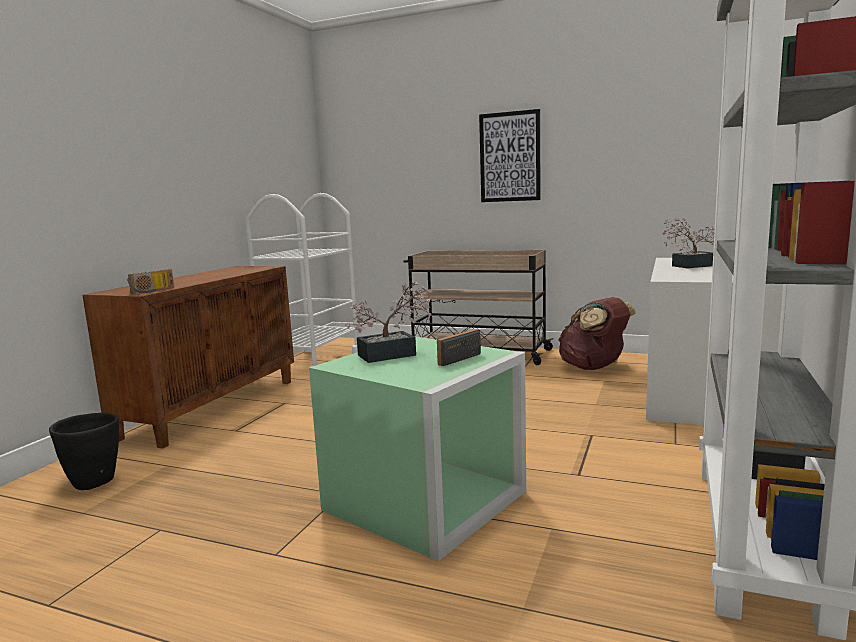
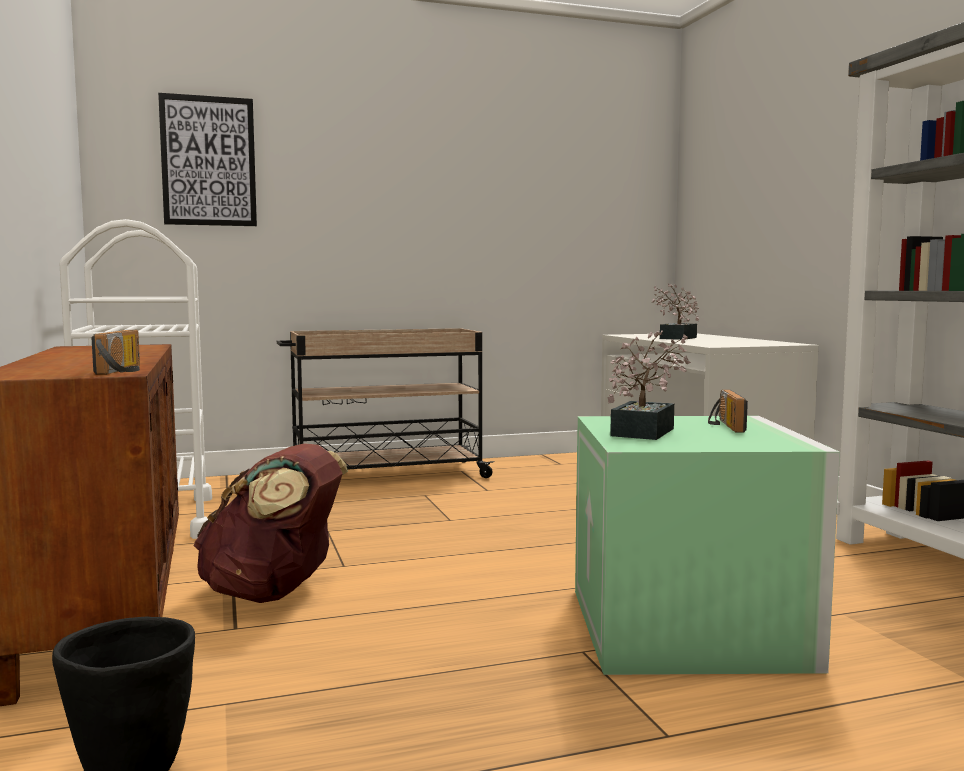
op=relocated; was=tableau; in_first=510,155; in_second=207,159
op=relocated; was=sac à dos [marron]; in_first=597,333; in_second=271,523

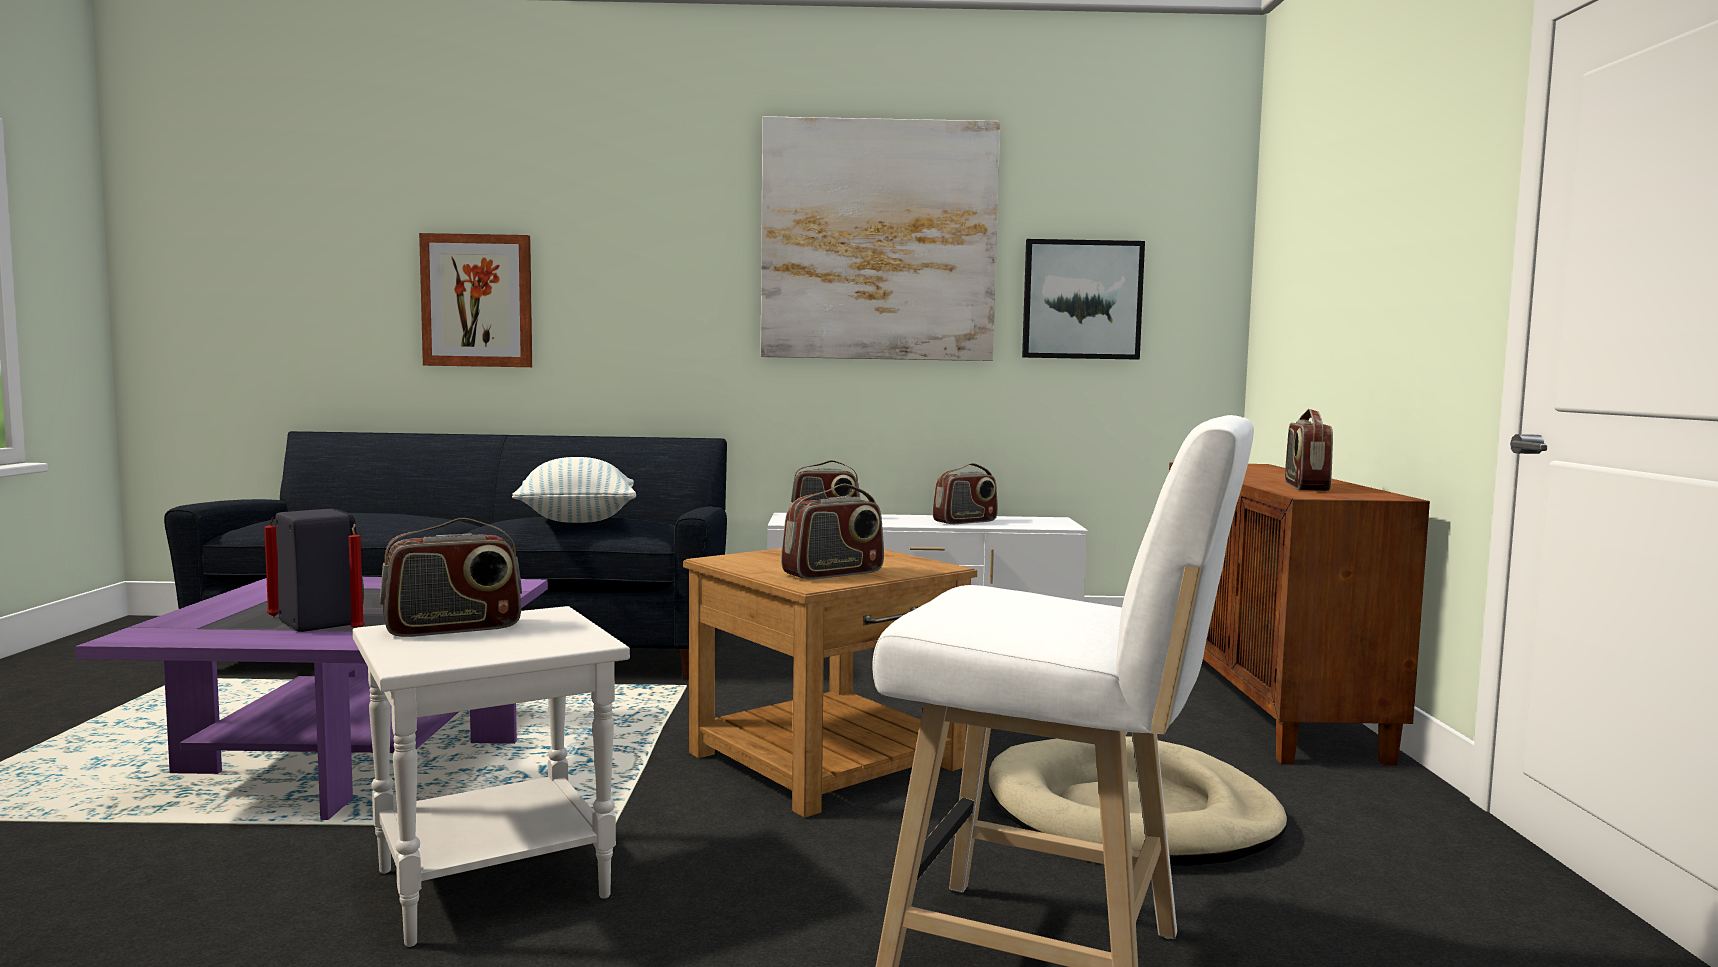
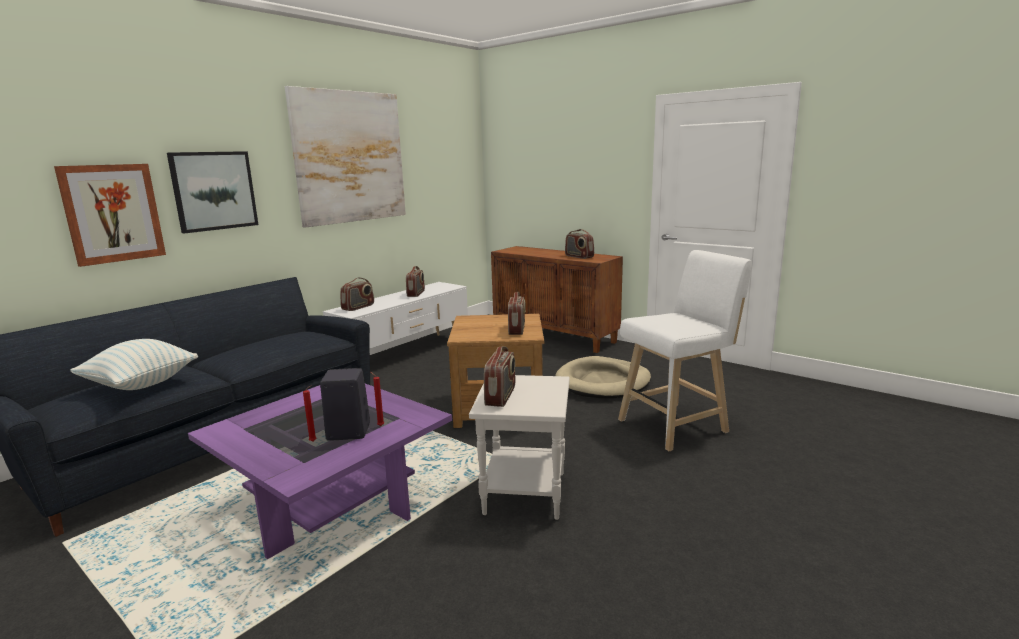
op=relocated; was=tableau; in_first=1083,299; in_second=212,192
op=relocated; was=coussin; in_first=574,490; in_second=134,364

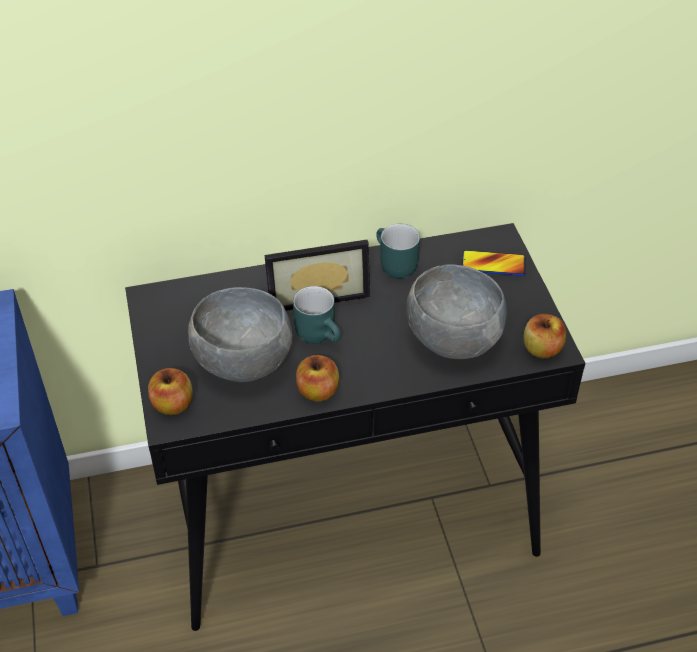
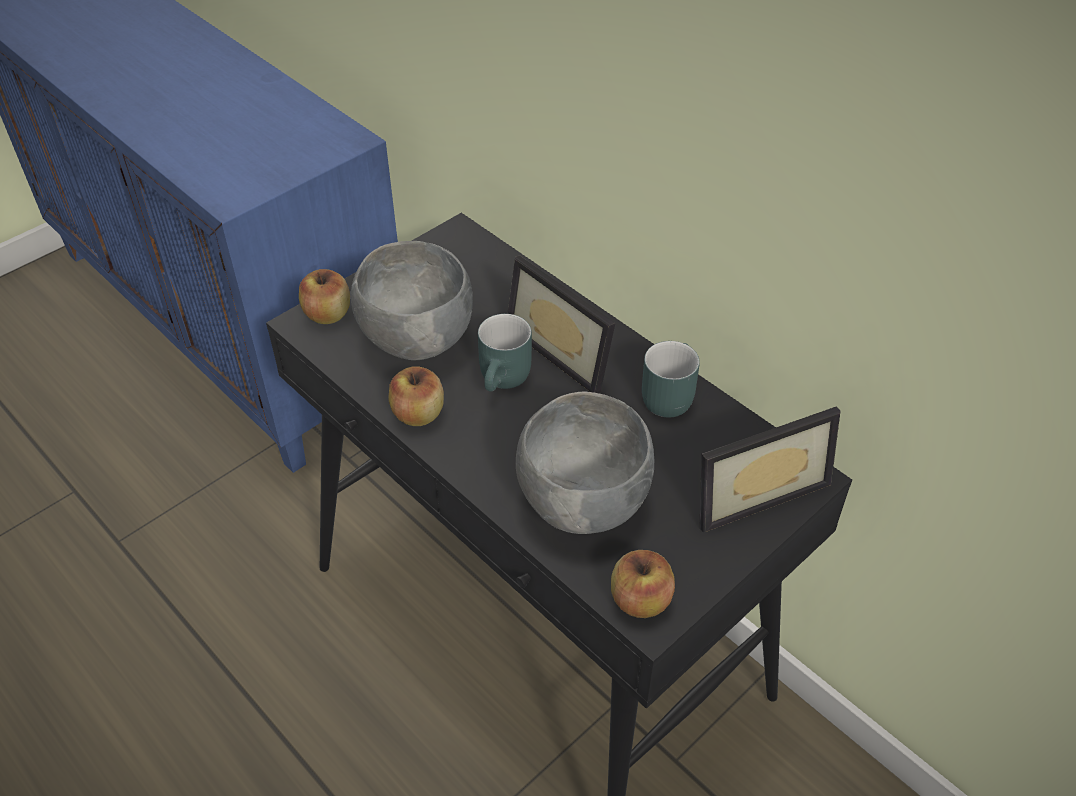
op=exchanged; was=téléphone; now=cadre photo; in_first=494,263; in_second=769,470

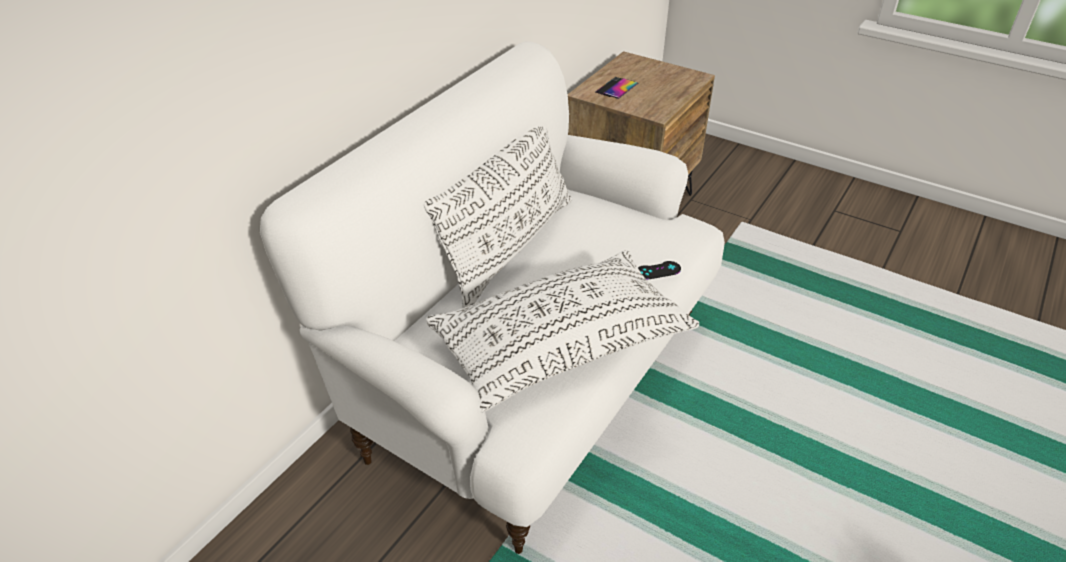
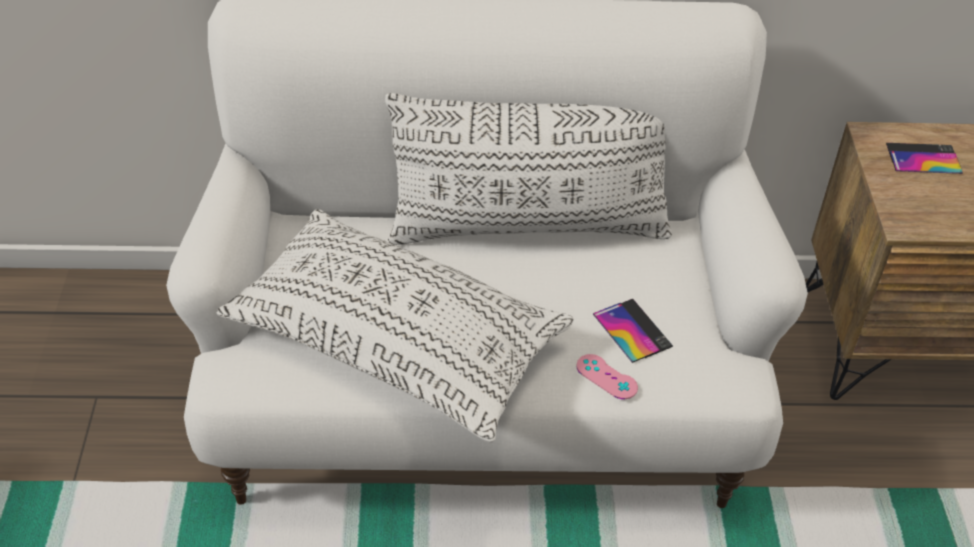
op=colour; was=manette [noir]; now=manette [rose]; in_first=659,270; in_second=607,376
op=appeared; now=téléphone; in_second=633,331

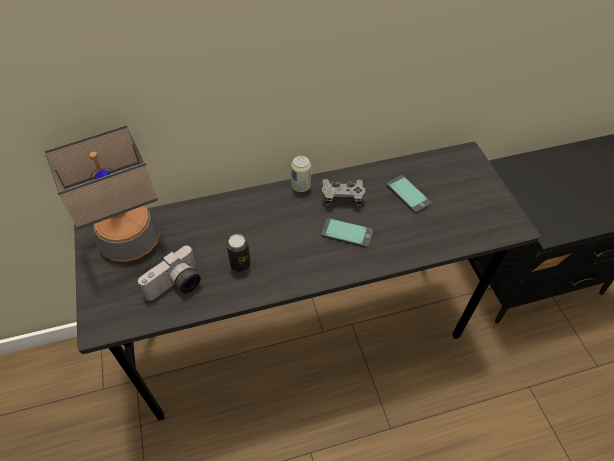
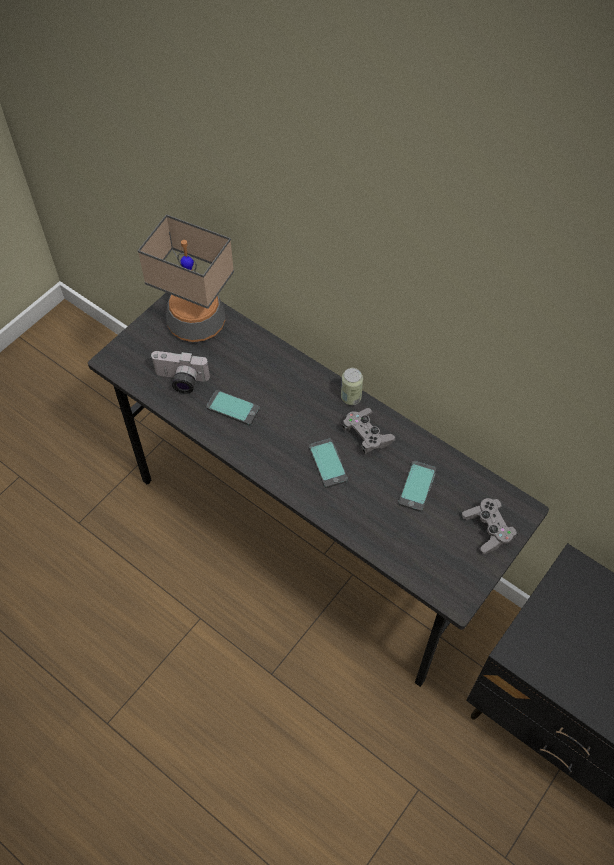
op=exchanged; was=boîte métallique; now=téléphone; in_first=238,253; in_second=233,407
op=appeared; now=manette [gris]; in_second=490,526

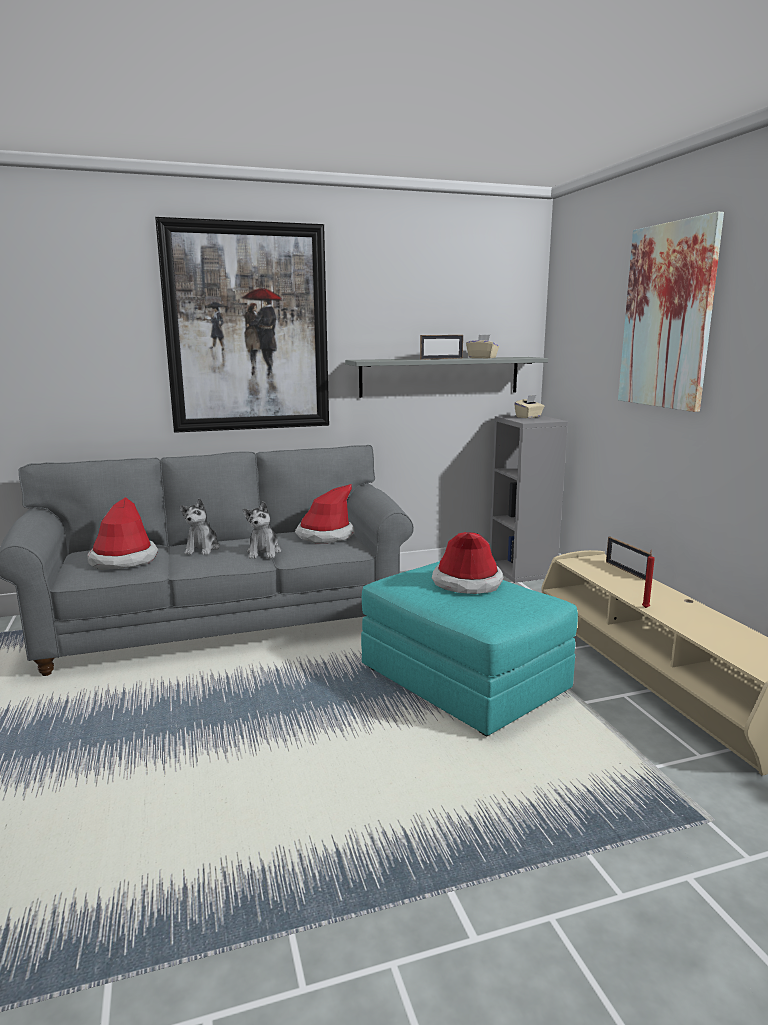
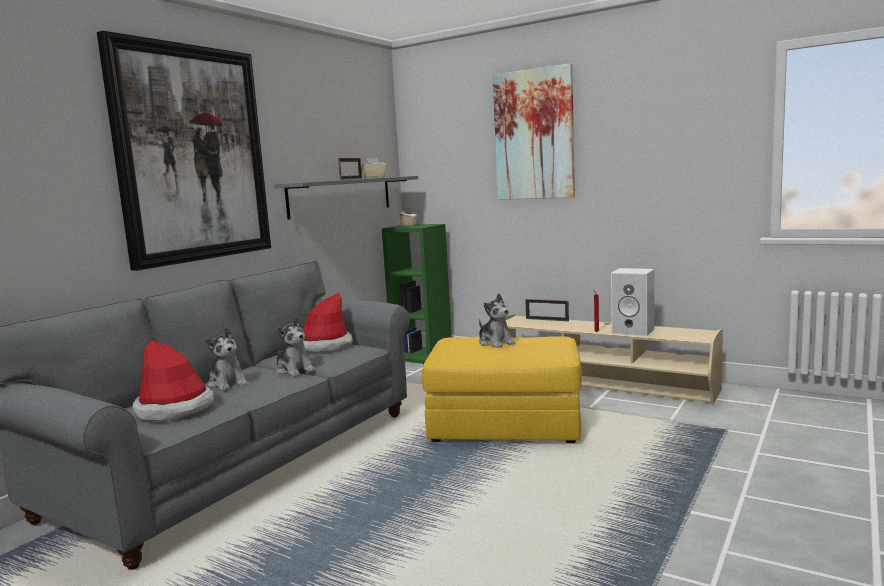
op=colour; was=bibliothèque [gris]; now=bibliothèque [vert]; in_first=529,499; in_second=417,294
op=exchanged; was=chapeau; now=peluche; in_first=467,563; in_second=497,321
op=colour; was=pouf [turquoise]; now=pouf [jaune]; in_first=469,648; in_second=502,389
op=appeared; now=enceinte [blanc]; in_second=633,302

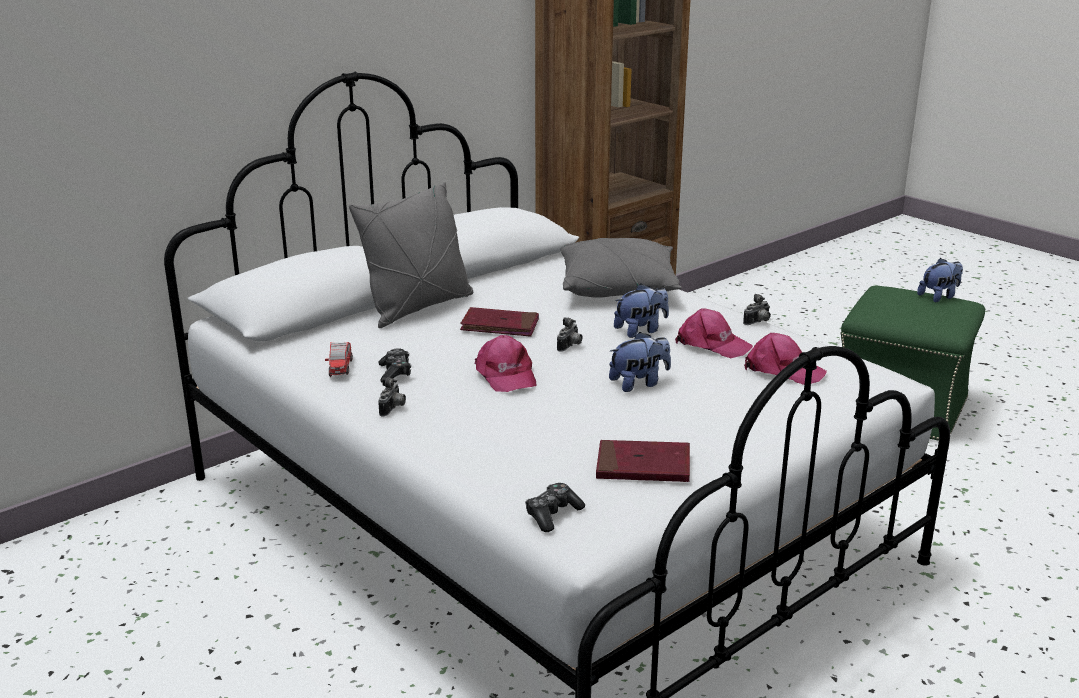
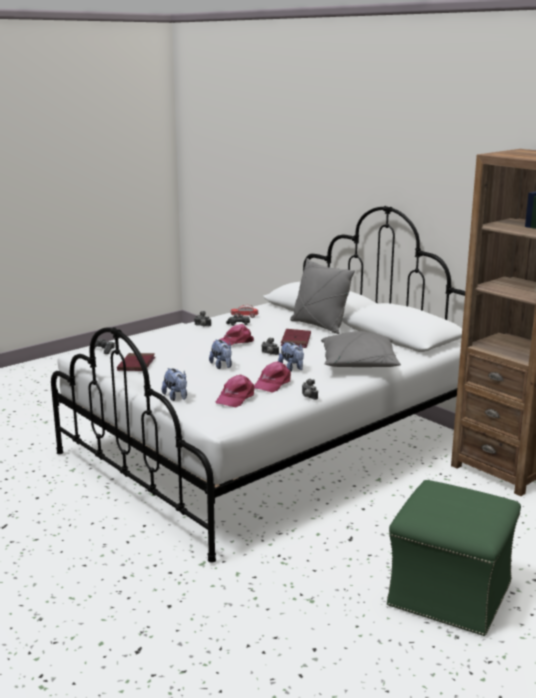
op=relocated; was=peluche; in_first=940,280; in_second=174,384

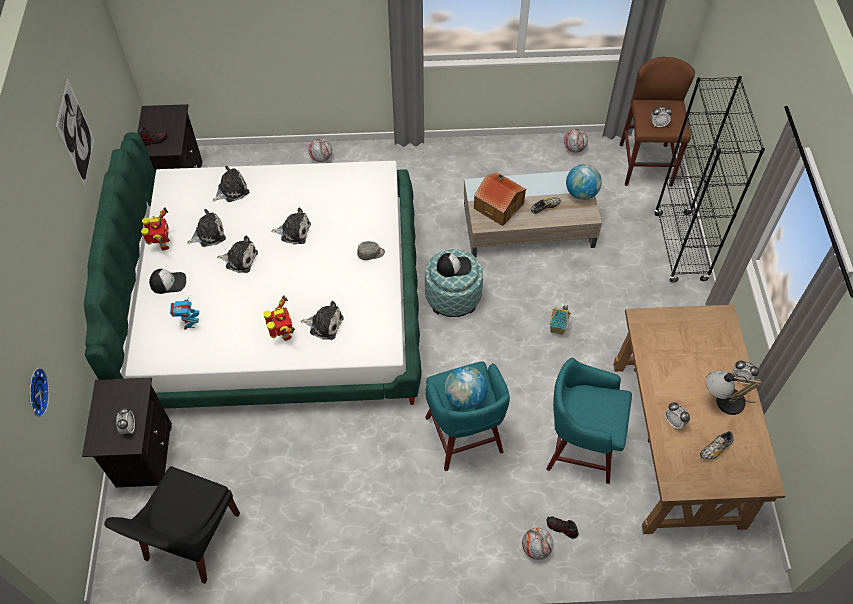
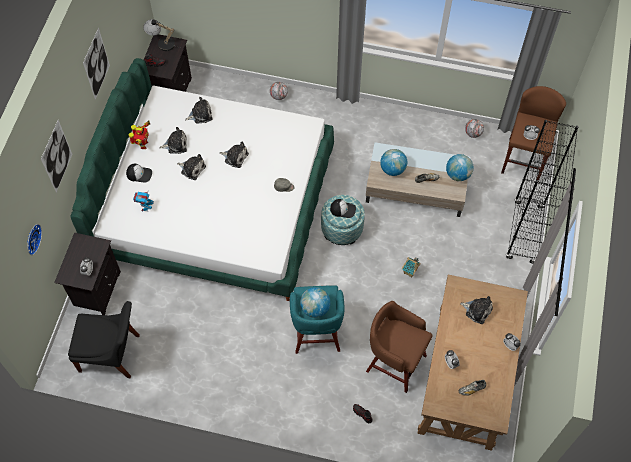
op=exchanged; was=maison miniature; now=globe; in_first=500,199; in_second=393,162
op=missing; was=robot jouet; in_first=279,318
op=relocated; was=peluche; in_first=322,320; in_second=476,310
op=colour; was=tabouret [turquoise]; now=tabouret [marron]; in_first=589,421; in_second=399,347
op=relocated; was=lampe de table; in_first=734,393; in_second=161,35
op=spun; was=chaise [noir]; in_first=172,525; in_second=104,339; clockwise=-120
op=missing; was=ballon de foot; in_first=537,544
op=appeared; now=tableau; in_second=56,156

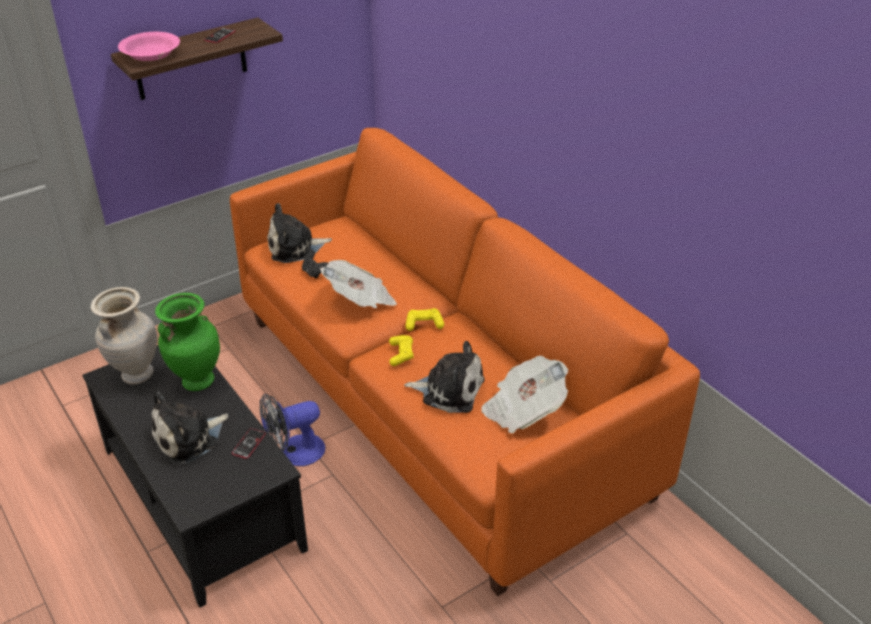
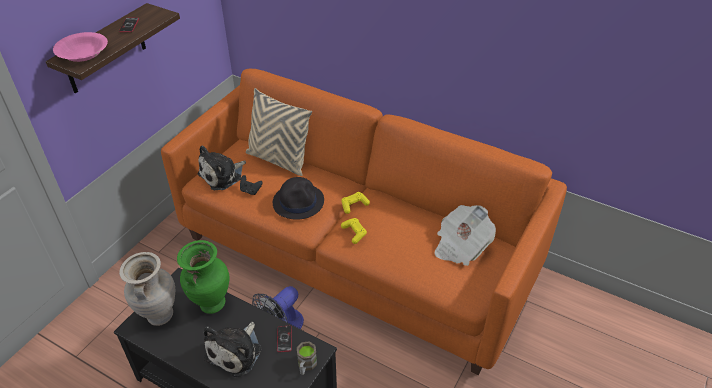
op=exchanged; was=journal; now=chapeau [noir]; in_first=358,284; in_second=298,198
op=missing; was=peluche; in_first=444,377
op=appeared; now=coussin [beige]; in_second=279,132
op=appeared; now=mug [marron]; in_second=307,358

